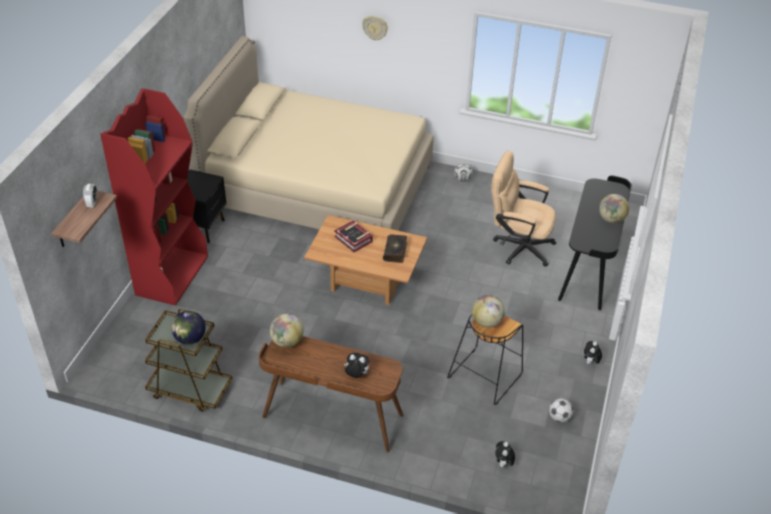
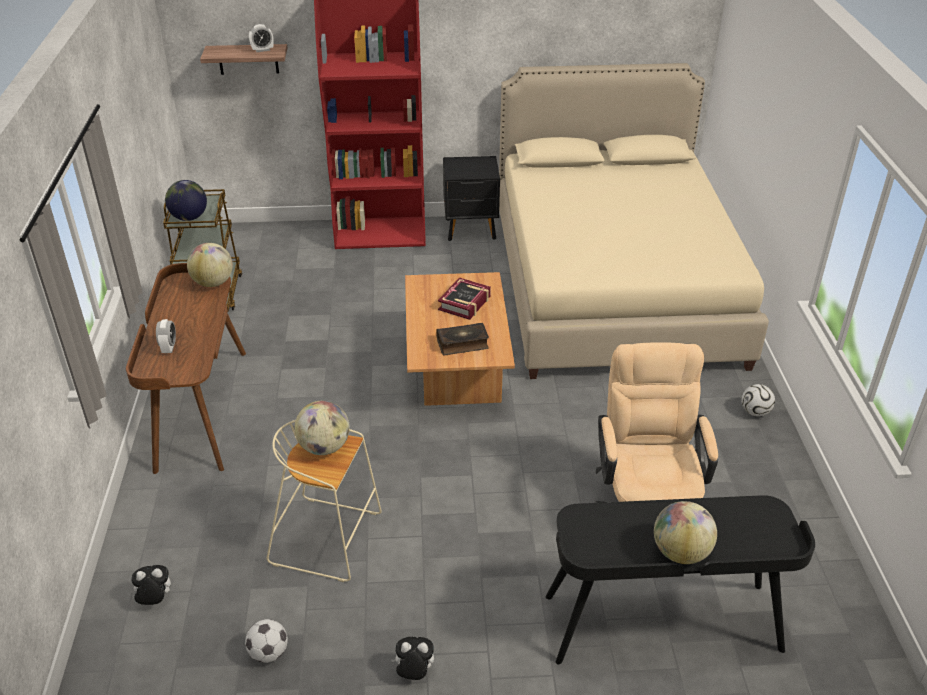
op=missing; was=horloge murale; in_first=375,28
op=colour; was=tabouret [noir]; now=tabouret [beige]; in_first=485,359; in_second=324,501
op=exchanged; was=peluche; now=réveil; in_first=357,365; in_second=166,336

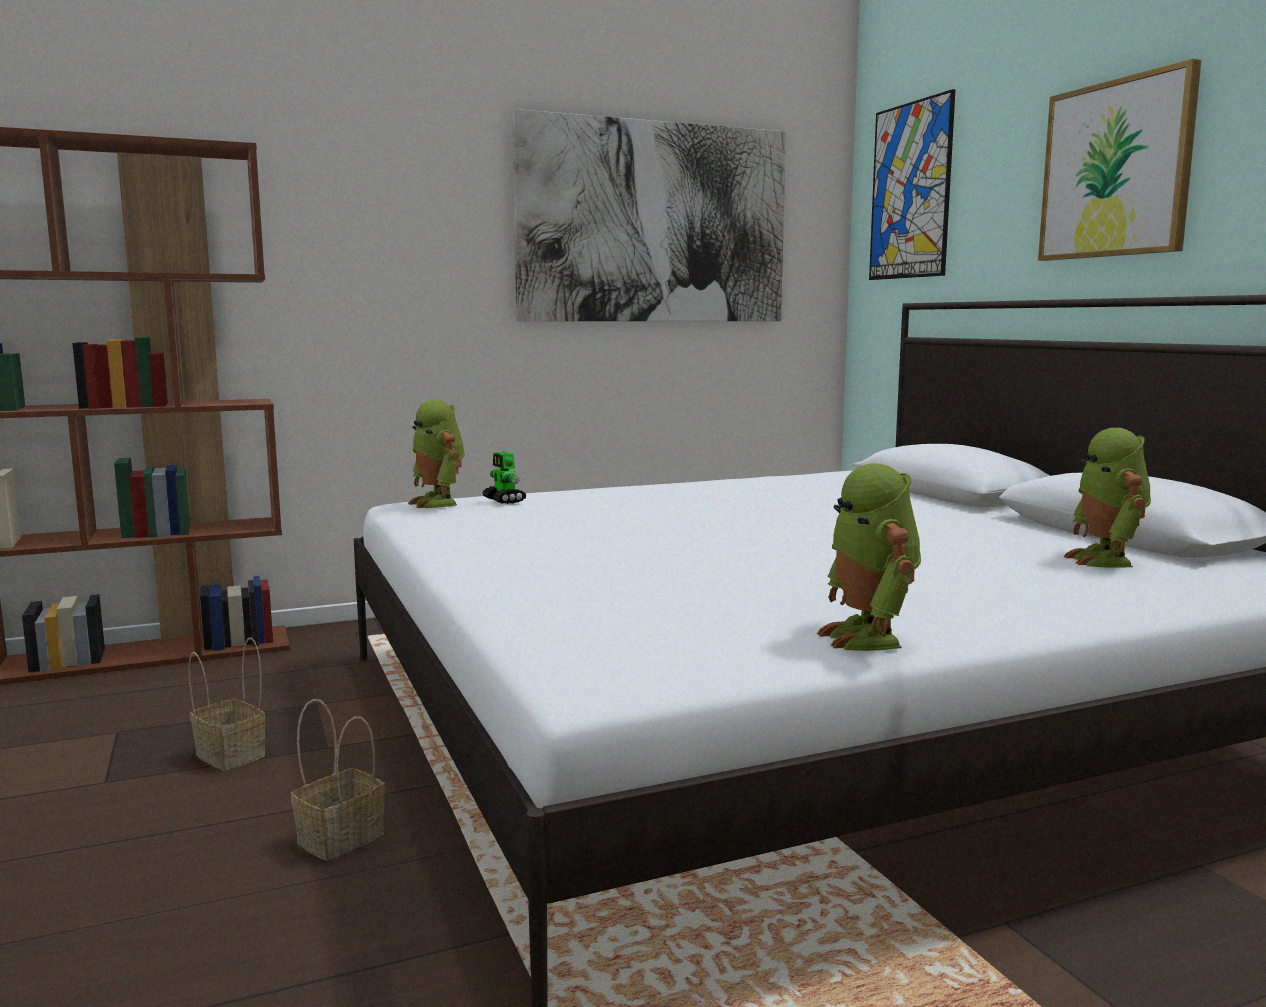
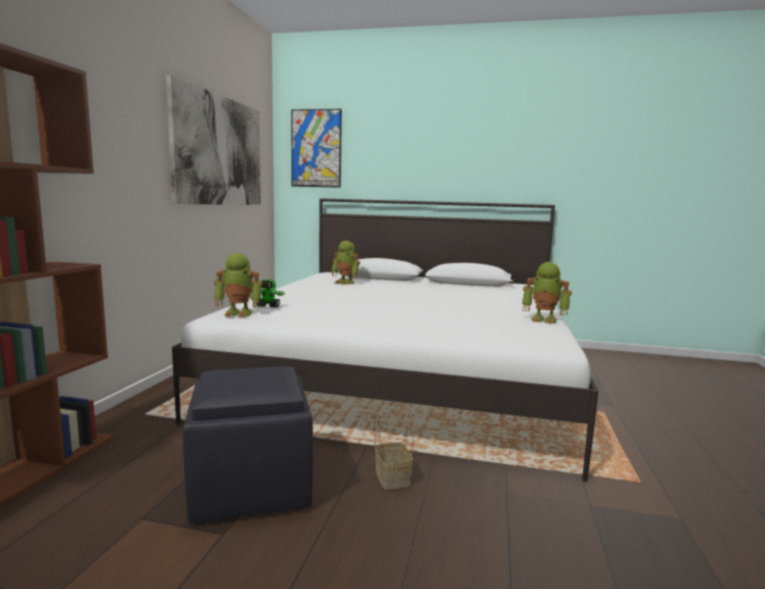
op=missing; was=tableau; in_first=1119,160
op=relocated; was=robot jouet; in_first=1107,498; in_second=346,263
op=exchanged; was=panier; now=pouf [noir]; in_first=226,704; in_second=248,445

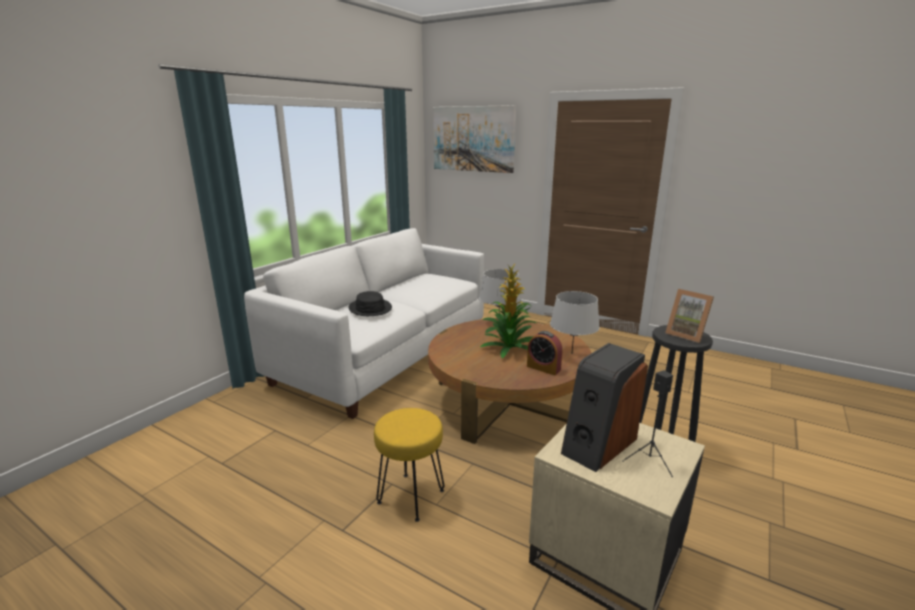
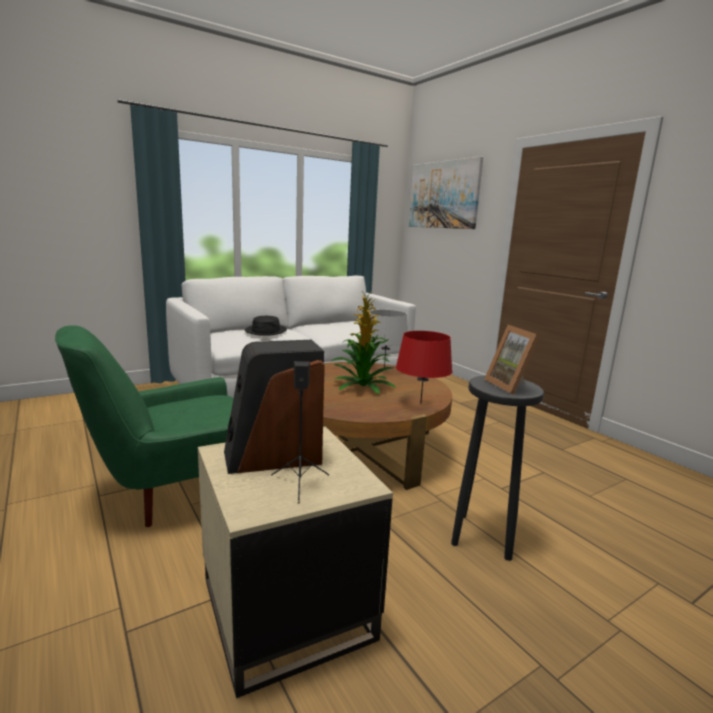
op=colour; was=lampe de table [gris]; now=lampe de table [rouge]; in_first=575,321; in_second=424,367
op=missing; was=réveil; in_first=545,353
op=exchanged; was=tabouret [jaune]; now=fauteuil [vert]; in_first=409,465; in_second=144,426

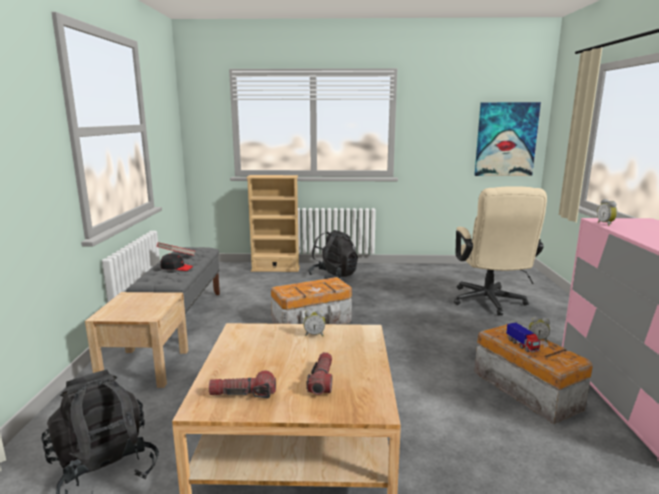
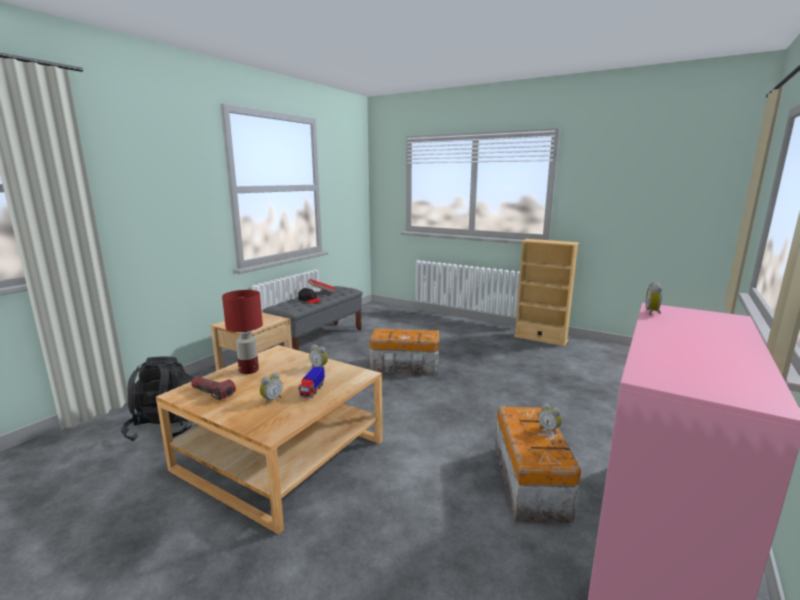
op=missing; was=tableau; in_first=508,139
op=relocated; was=bibliothèque [beige]; in_first=273,223; in_second=546,292
op=missing; was=chaise de bureau [beige]; in_first=500,251
op=missing; was=sac à dos [noir]; in_first=333,254
op=relocated; was=camion jouet; in_first=523,337; in_second=311,382
op=exchanged; was=lampe de poche; now=réveil; in_first=319,373; in_second=271,388
op=appeared; now=lampe de table [rouge]; in_second=242,332

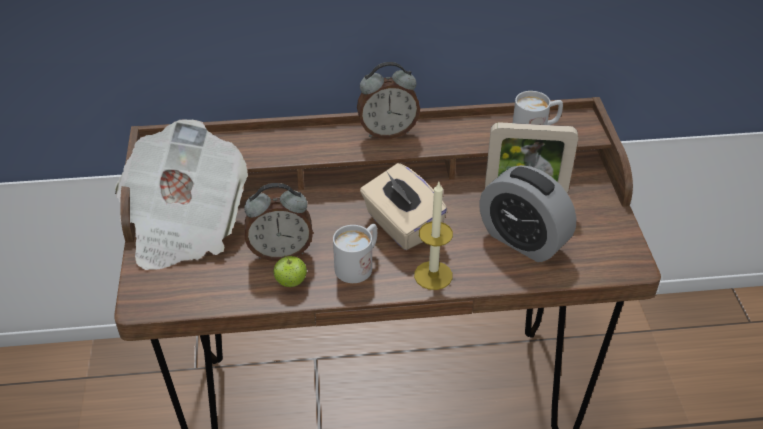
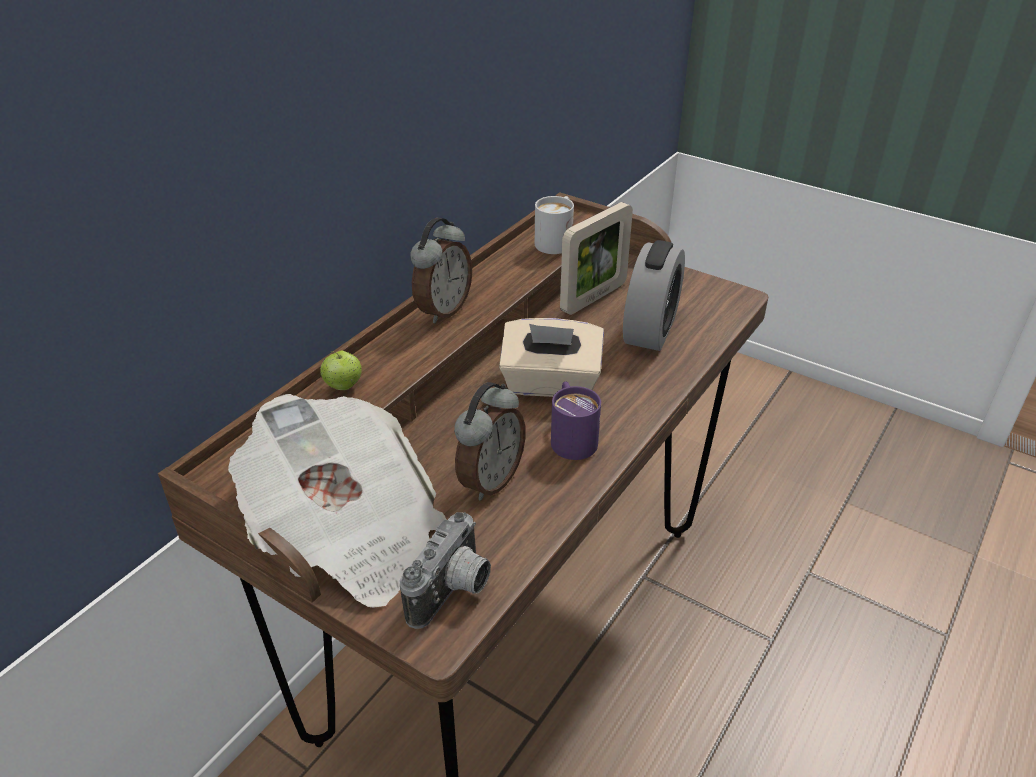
op=spun; was=réveil; in_first=528,213; in_second=654,295; clockwise=-60
op=missing; was=bougie; in_first=433,236
op=colour; was=mug [blanc]; now=mug [violet]; in_first=355,253; in_second=576,420
op=relocated; was=pomme; in_first=290,271; in_second=341,370
op=appeared; now=appareil photo; in_second=445,570

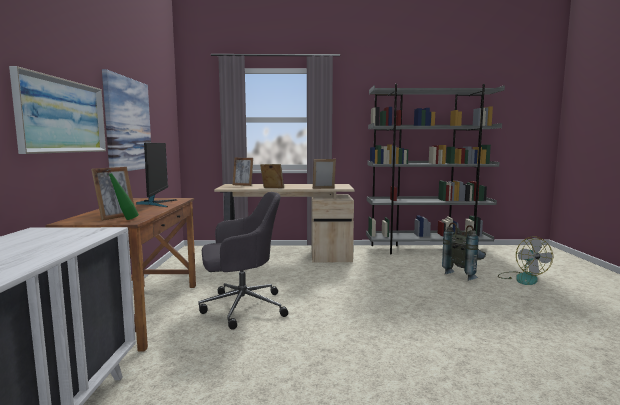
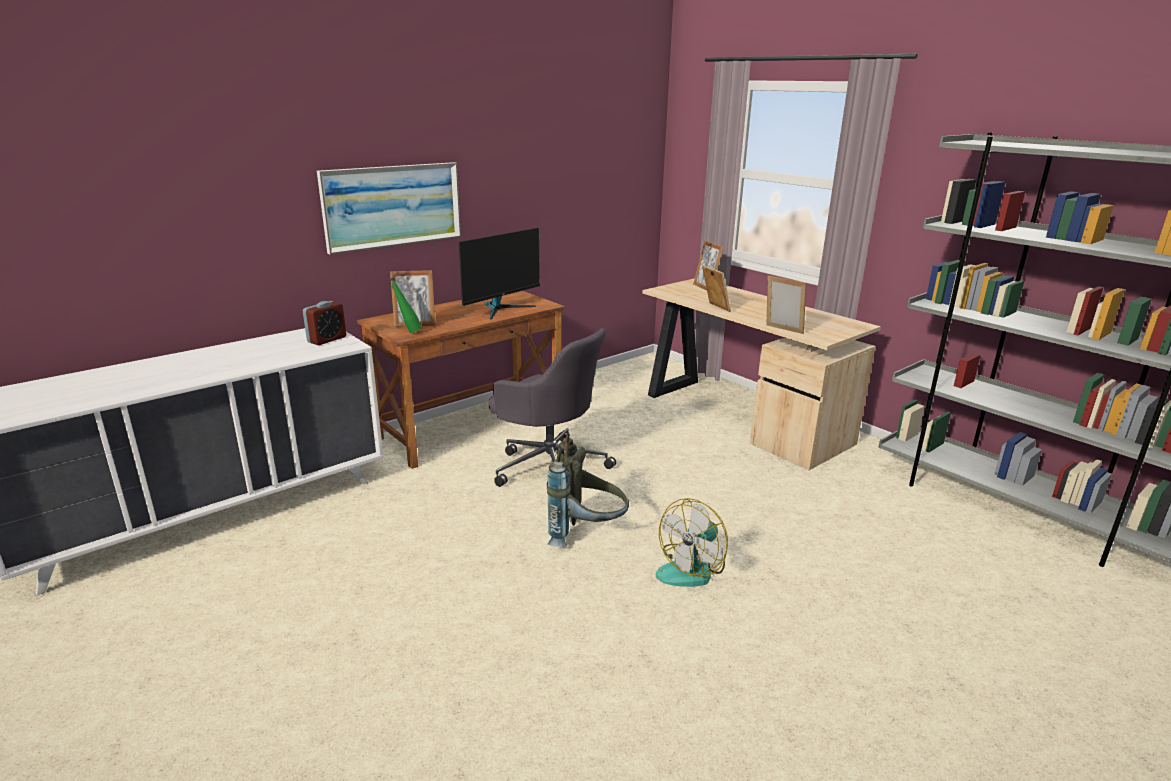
op=missing; was=tableau; in_first=126,120
op=relocated; was=sac à dos [gris]; in_first=464,251; in_second=588,490
op=relocated; was=ventilateur; in_first=525,261; in_second=692,542
op=appeared; now=réveil; in_second=324,323

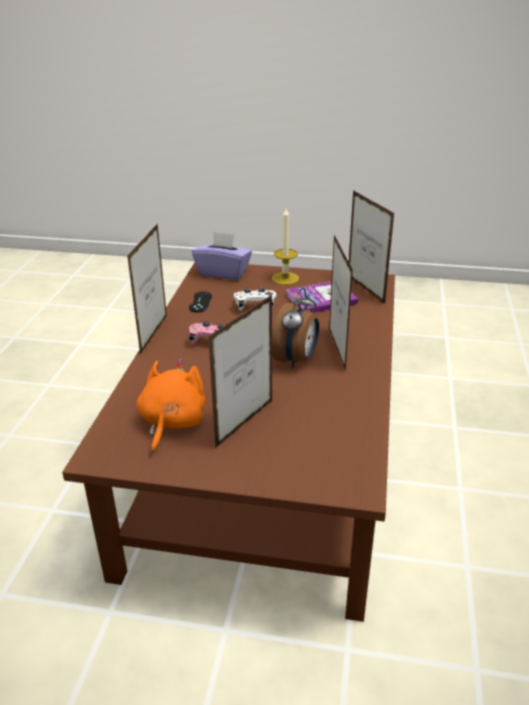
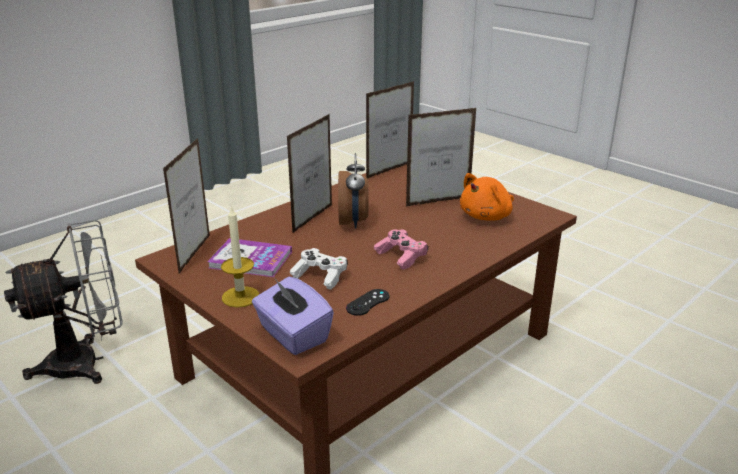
op=relocated; was=cadre photo; in_first=147,288; in_second=390,129
op=spun; was=réveil; in_first=295,328; in_second=353,191; clockwise=120
op=appeared; now=ventilateur [gris]; in_second=63,302

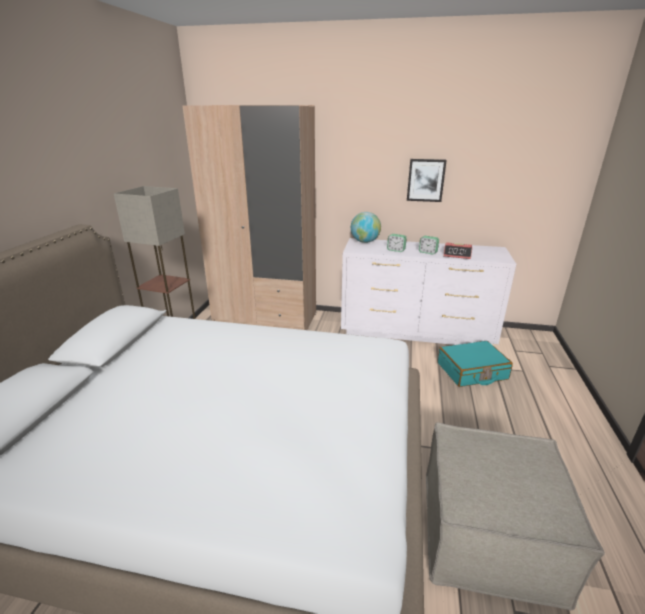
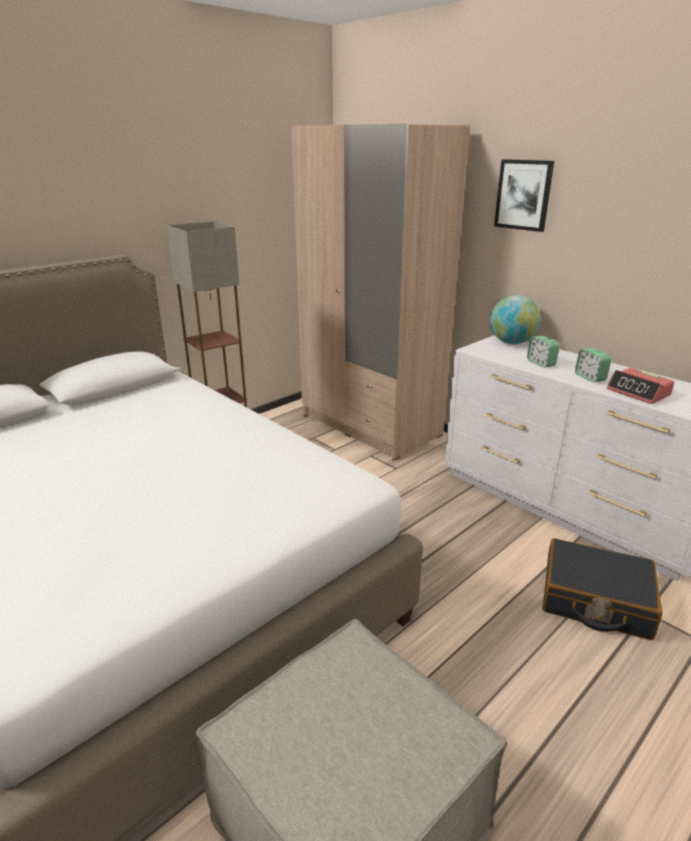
op=relocated; was=tableau; in_first=427,180; in_second=524,195
op=colour; was=valise [turquoise]; now=valise [noir]; in_first=475,364; in_second=602,589

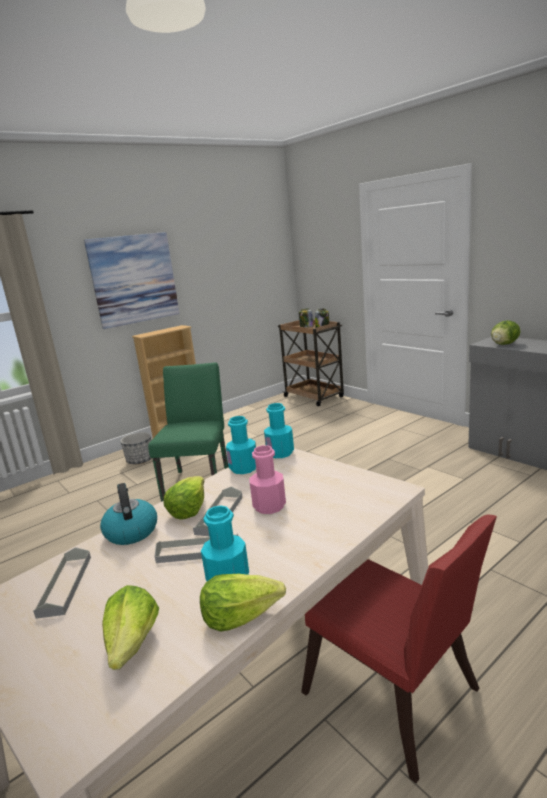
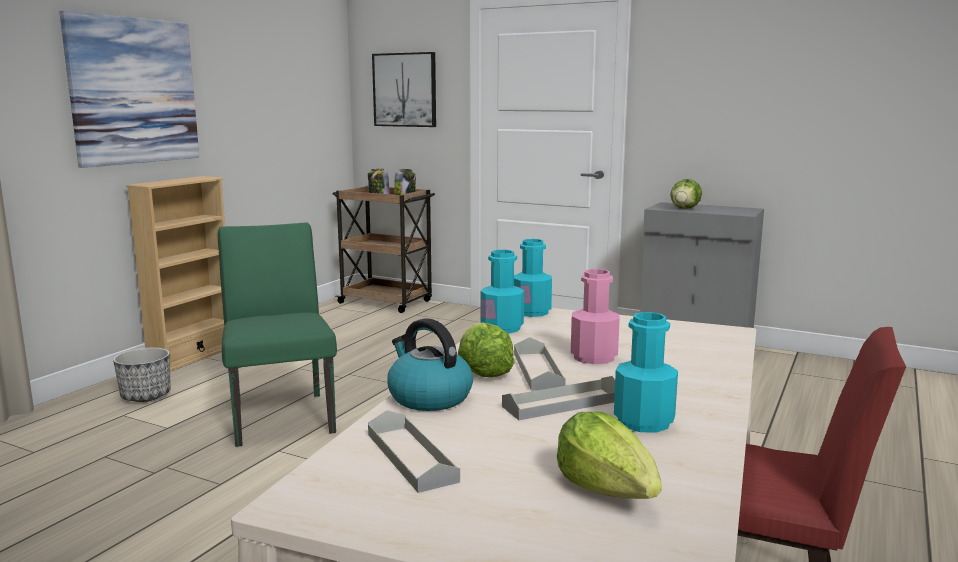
op=missing; was=laitue; in_first=243,603
op=appeared; now=tableau; in_second=404,89

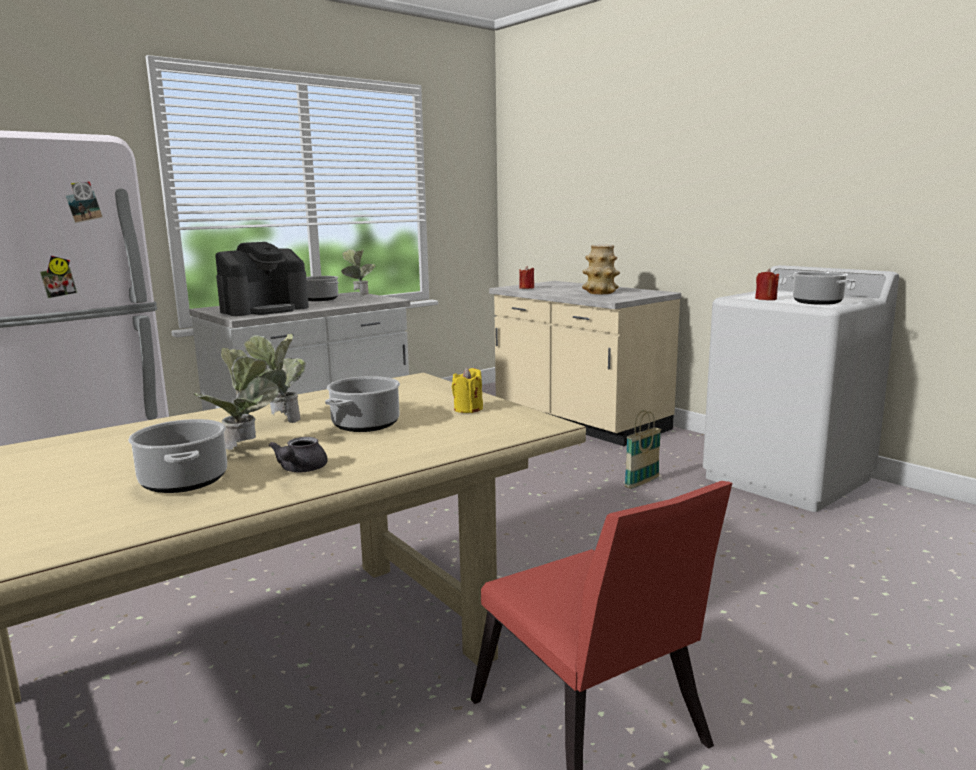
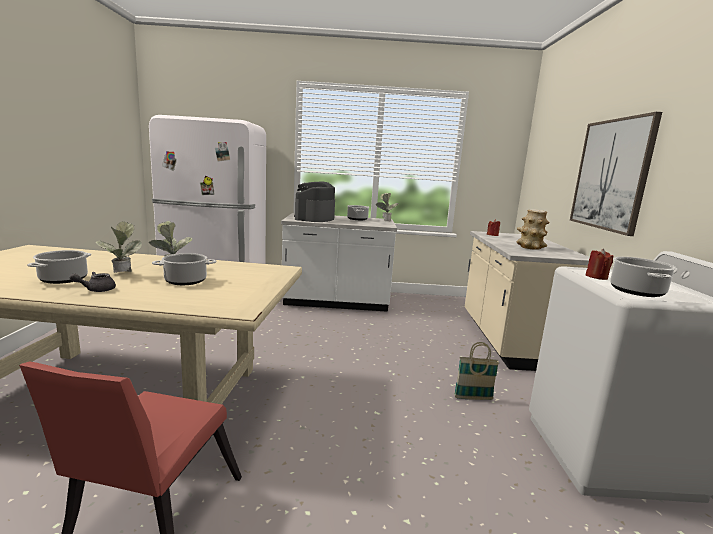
op=spun; was=machine à café; in_first=262,279; in_second=314,201; clockwise=105
op=missing; was=bougie [jaune]; in_first=467,390
op=appeared; now=tableau; in_second=616,174

